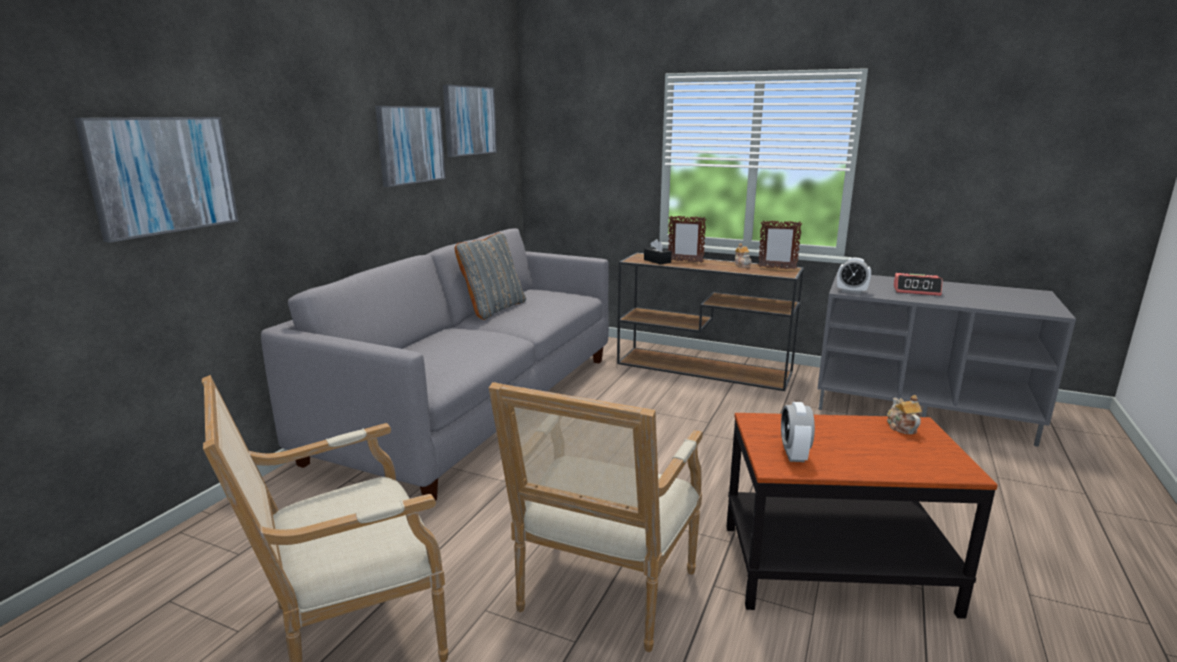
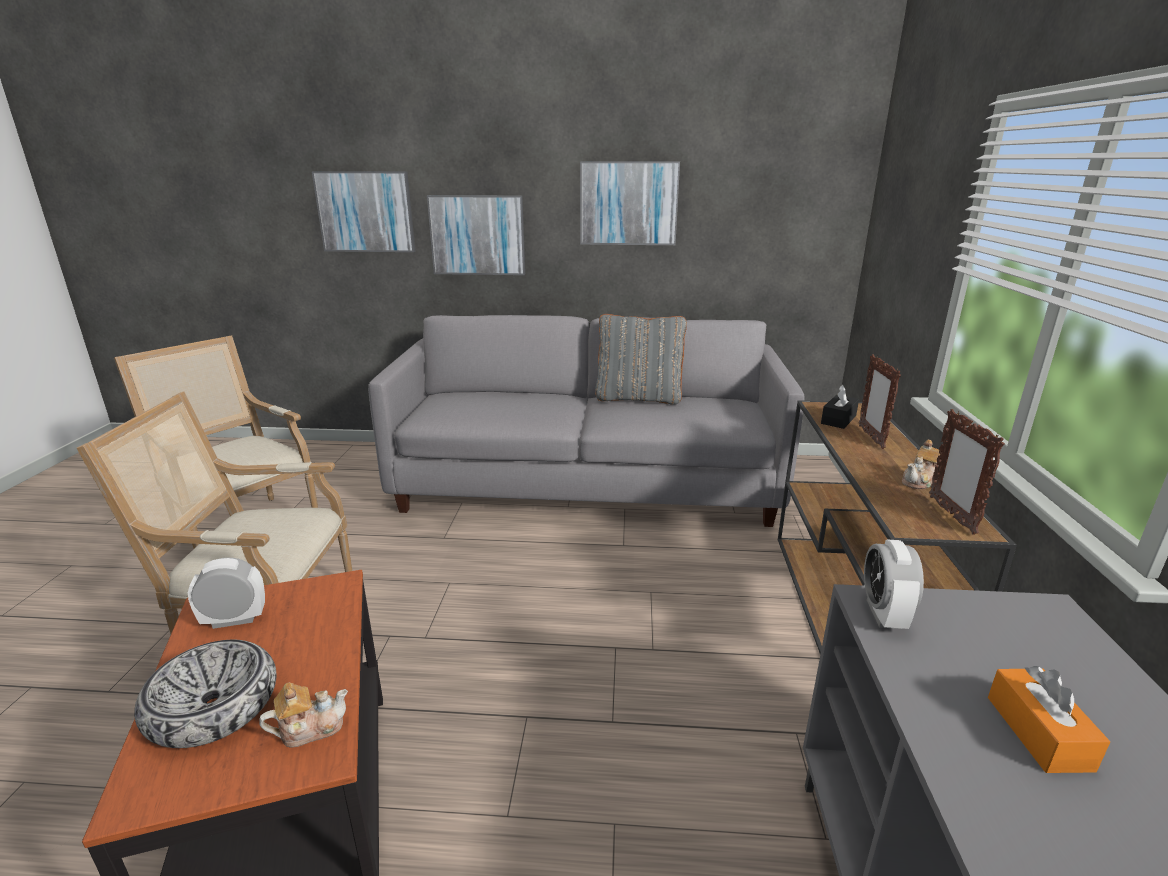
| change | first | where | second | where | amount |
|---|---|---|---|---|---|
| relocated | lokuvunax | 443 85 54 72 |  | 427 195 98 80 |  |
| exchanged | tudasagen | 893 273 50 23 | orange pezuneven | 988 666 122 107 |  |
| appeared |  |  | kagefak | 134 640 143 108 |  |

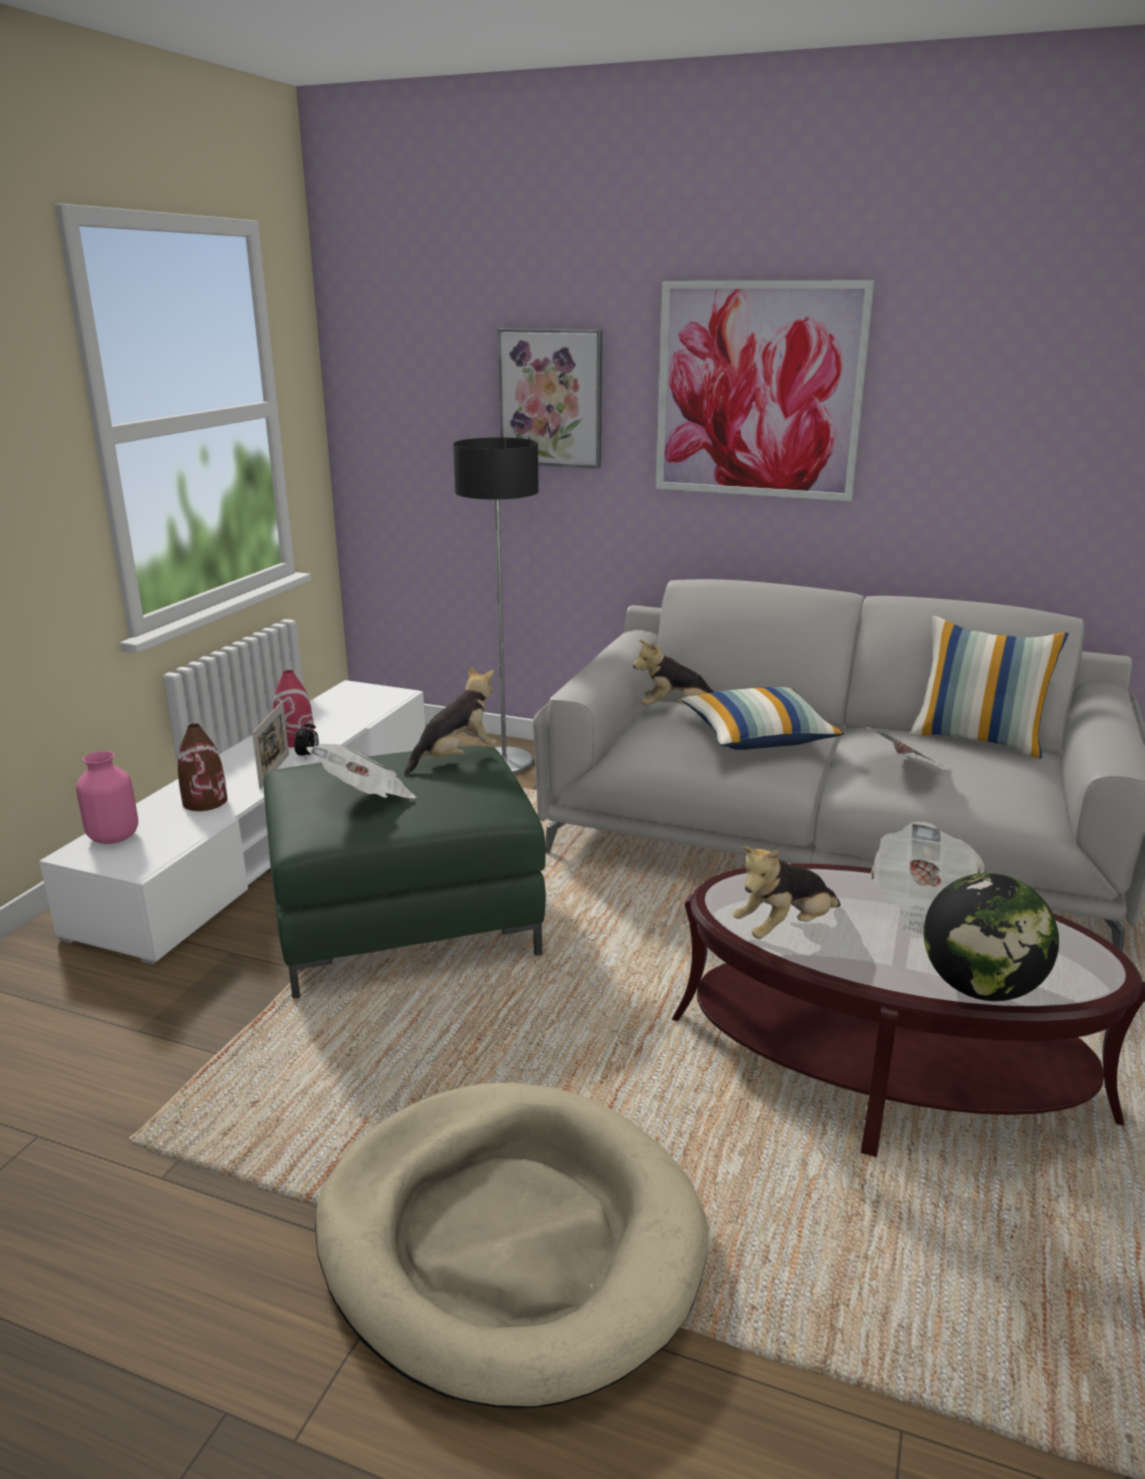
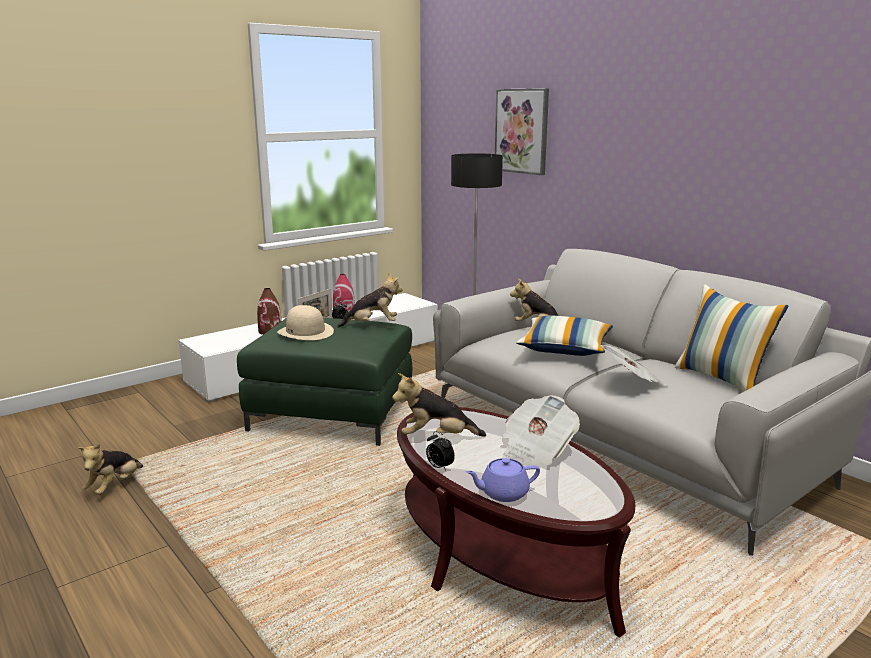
| change | first | where | second | where | amount |
|---|---|---|---|---|---|
| missing | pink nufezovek | 76 751 62 93 |  |  |  |
| exchanged | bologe | 307 744 109 54 | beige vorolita | 277 305 57 35 |  |
| missing | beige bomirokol | 315 1082 394 327 |  |  |  |
| missing | lokuvunax | 656 281 218 220 |  |  |  |
| exchanged | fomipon | 924 873 135 128 | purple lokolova | 466 458 74 44 |  |
| appeared |  |  | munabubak | 78 443 65 52 |  |
| appeared |  |  | tudasagen | 426 431 29 40 |  |

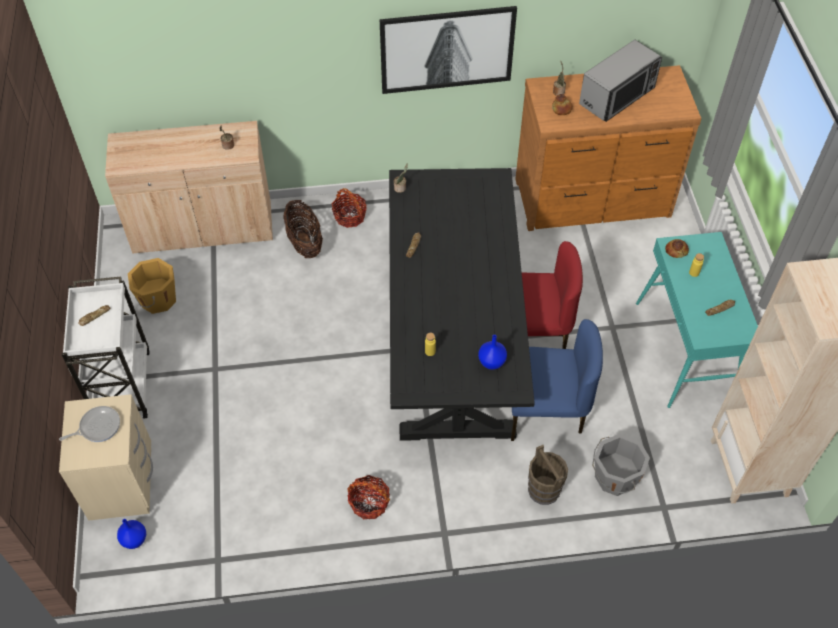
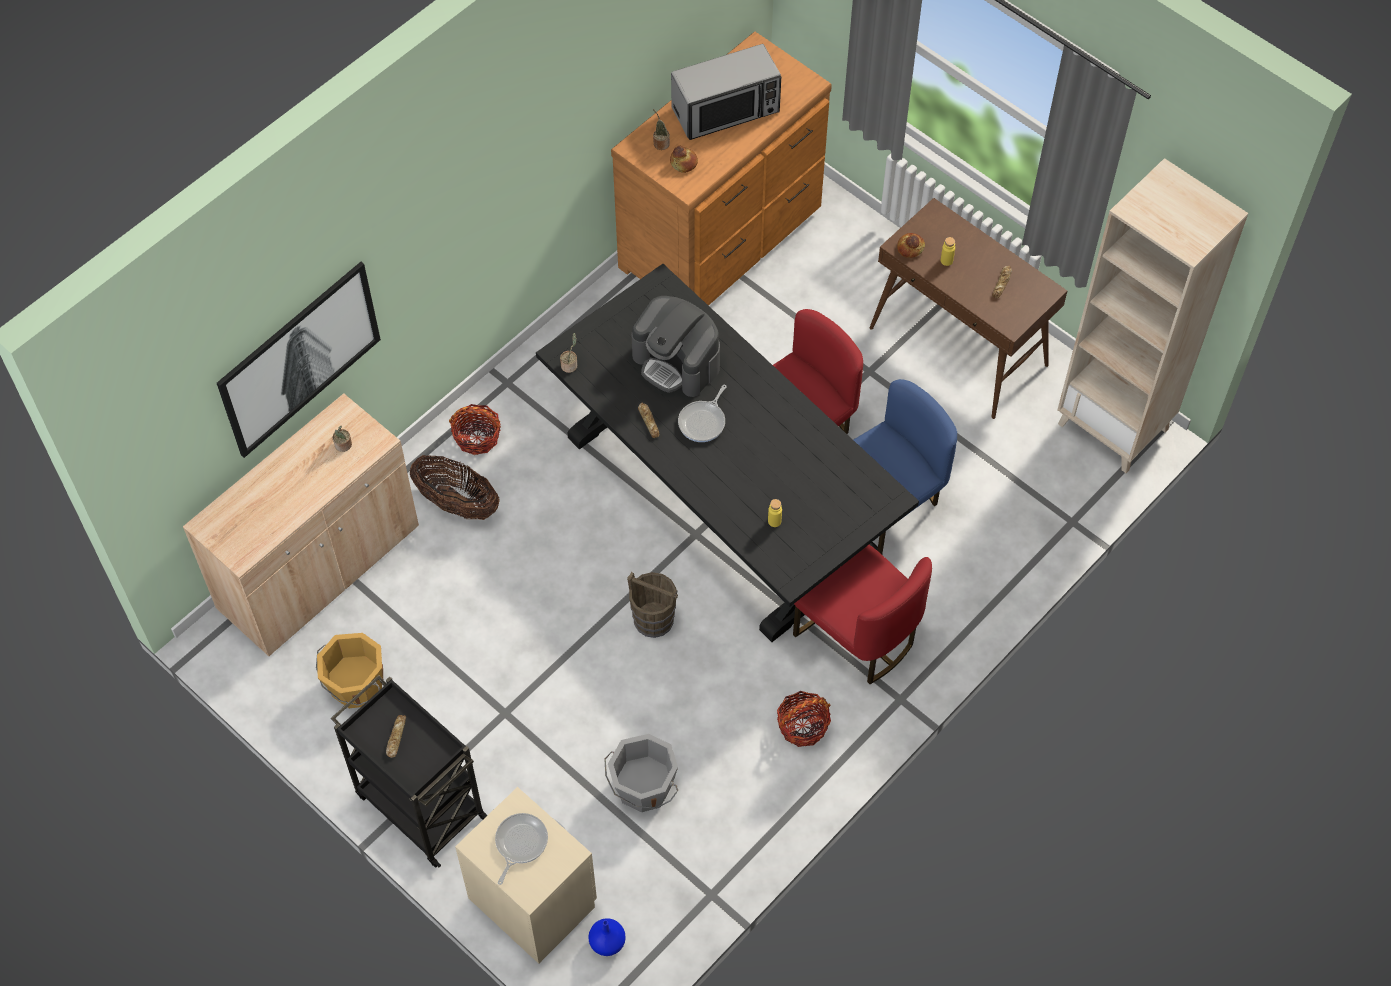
| change | first | where | second | where | amount |
|---|---|---|---|---|---|
| colour | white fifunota | 62 276 88 143 | black fifunota | 331 675 156 193 |  |
| relocated | lokuvunax | 380 6 137 88 |  | 217 262 164 196 |  |
| missing | blue nufezovek | 478 335 29 35 |  |  |  |
| relocated | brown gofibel | 528 445 40 60 |  | 627 572 51 66 |  |
| spun | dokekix | 579 40 83 82 |  | 671 44 110 96 | 60 degrees clockwise |
| relocated | grey gofibel | 592 434 58 62 |  | 604 734 74 78 |  |
| colour | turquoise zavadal | 636 232 122 176 | brown zavadal | 870 198 197 221 |  |
| appeared |  |  | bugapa | 632 296 88 101 |  |
| appeared |  |  | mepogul | 678 385 48 57 |  |
| appeared |  |  | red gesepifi | 793 545 139 139 |  |

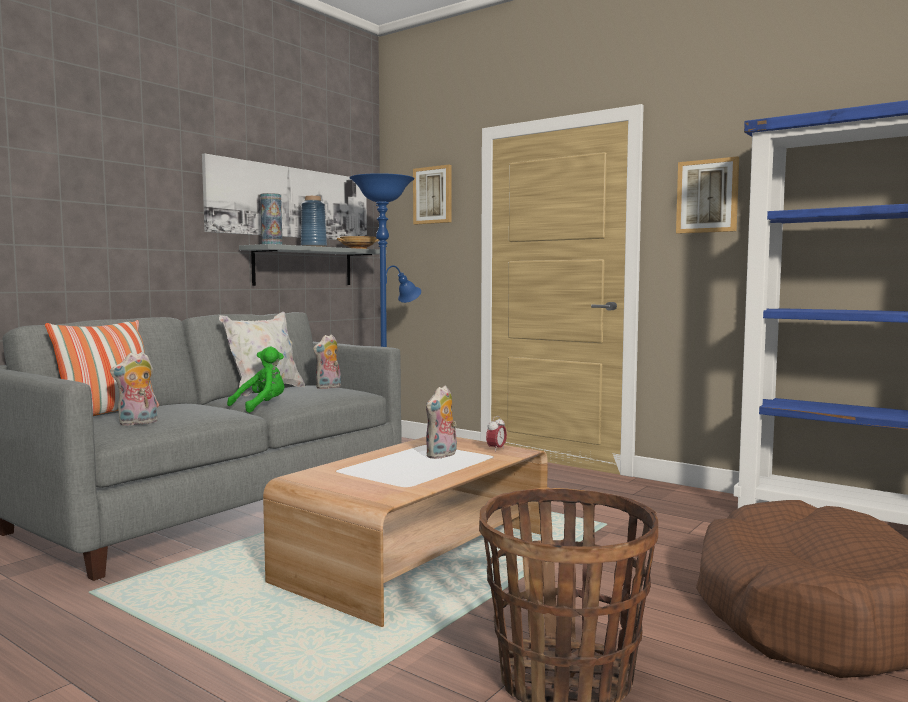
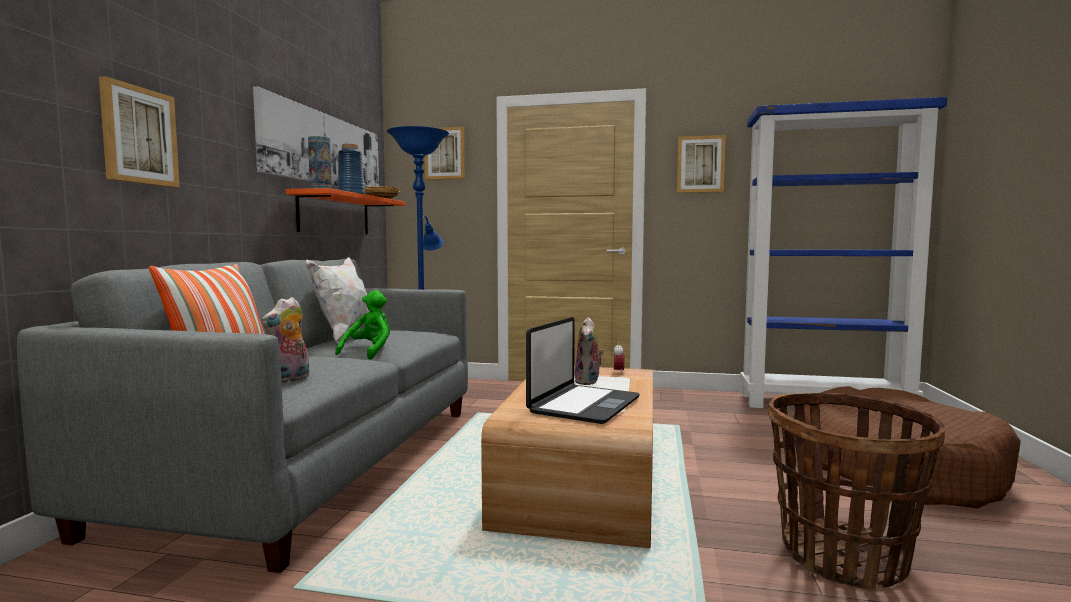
| change | first | where | second | where | amount |
|---|---|---|---|---|---|
| colour | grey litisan | 239 244 148 42 | orange litisan | 286 188 120 47 |  |
| missing | munabubak | 313 334 28 55 |  |  |  |
| appeared |  |  | lokuvunax | 99 76 81 112 |  |
| appeared |  |  | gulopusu | 526 317 114 107 |  |

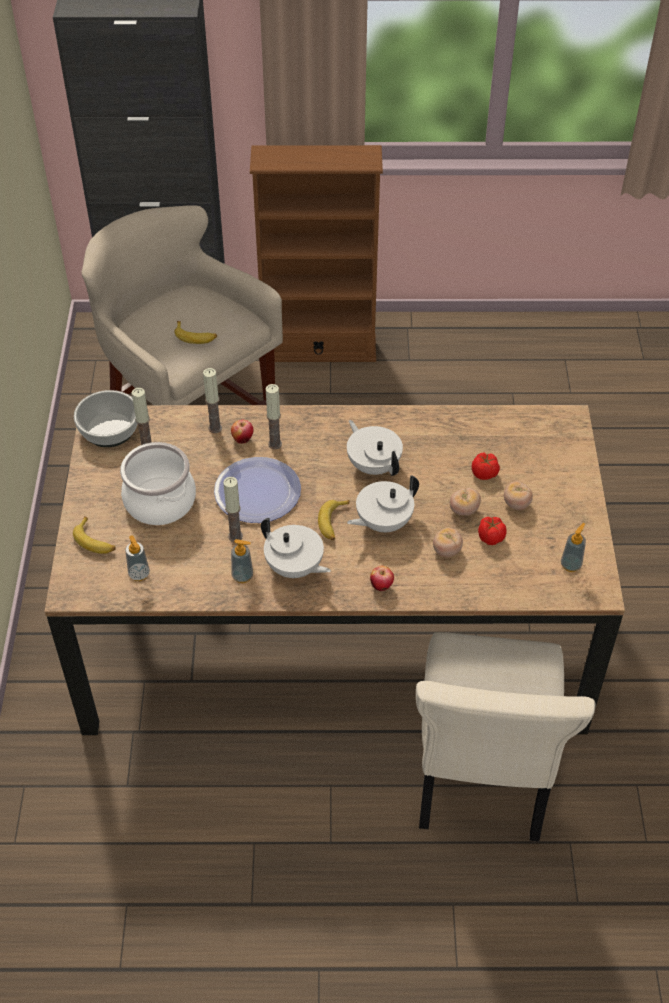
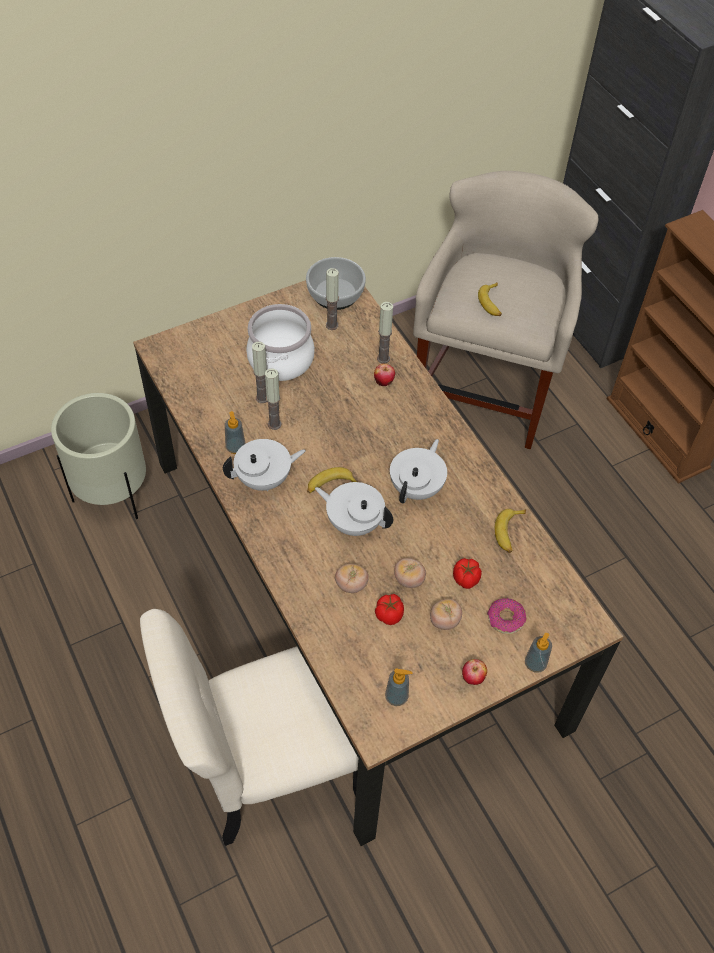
| change | first | where | second | where | amount |
|---|---|---|---|---|---|
| relocated | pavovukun | 73 516 42 38 |  | 495 509 31 44 |  |
| relocated | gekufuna | 125 536 25 45 |  | 525 633 27 39 |  |
| missing | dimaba | 214 457 87 66 |  |  |  |
| spun | white lokolova | 261 518 70 60 |  | 223 439 83 52 | 120 degrees counterclockwise |
| relocated | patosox | 266 384 16 65 |  | 252 342 15 61 |  |
| relocated | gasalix | 370 566 24 25 |  | 462 659 25 26 |  |
| appeared |  |  | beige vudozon | 51 393 95 126 |  |
| appeared |  |  | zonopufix | 487 598 40 36 |  |

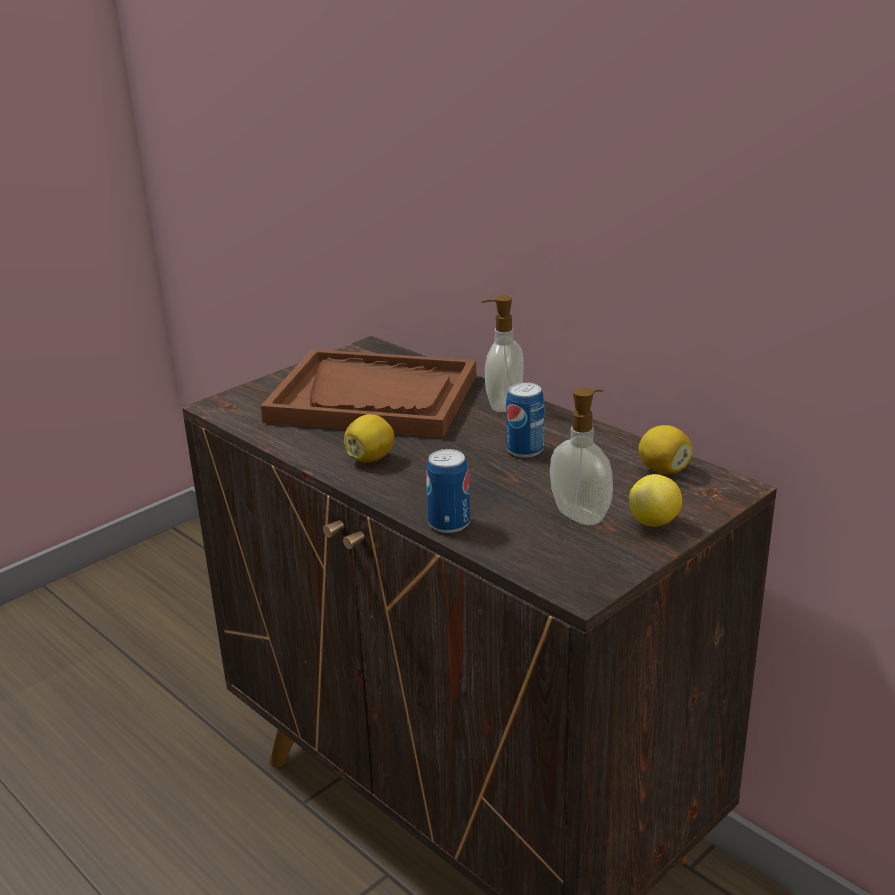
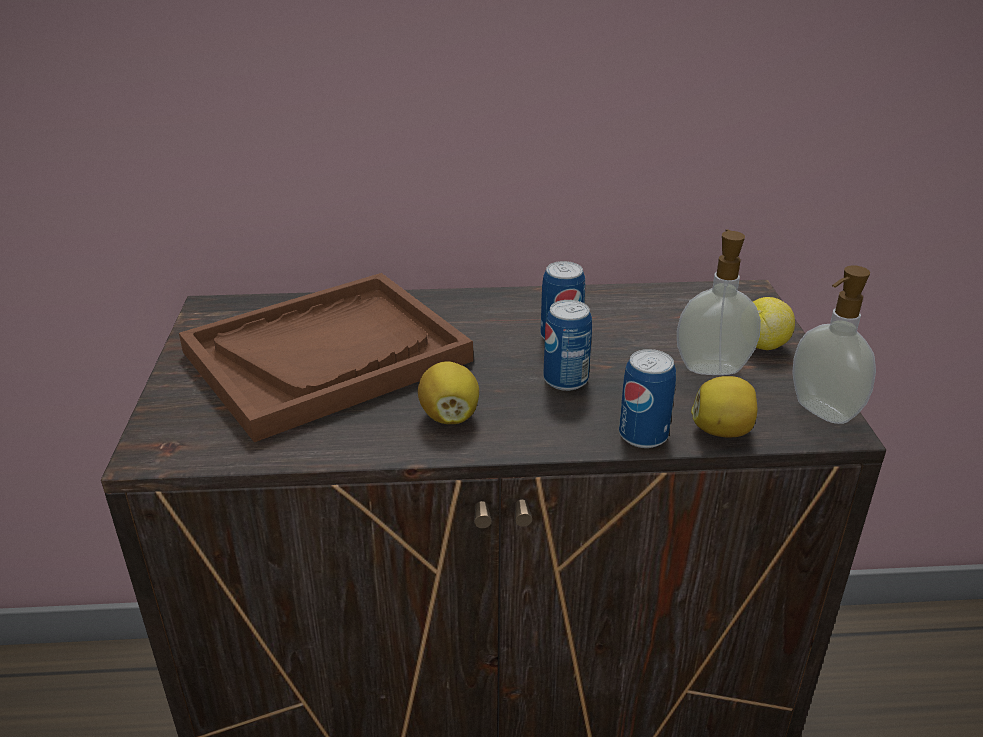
| change | first | where | second | where | amount |
|---|---|---|---|---|---|
| relocated | gekufuna | 482 295 42 117 |  | 792 266 84 158 |  |
| relocated | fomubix | 638 425 55 49 |  | 691 376 67 62 |  |
| appeared |  |  | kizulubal | 543 300 49 91 |  |

